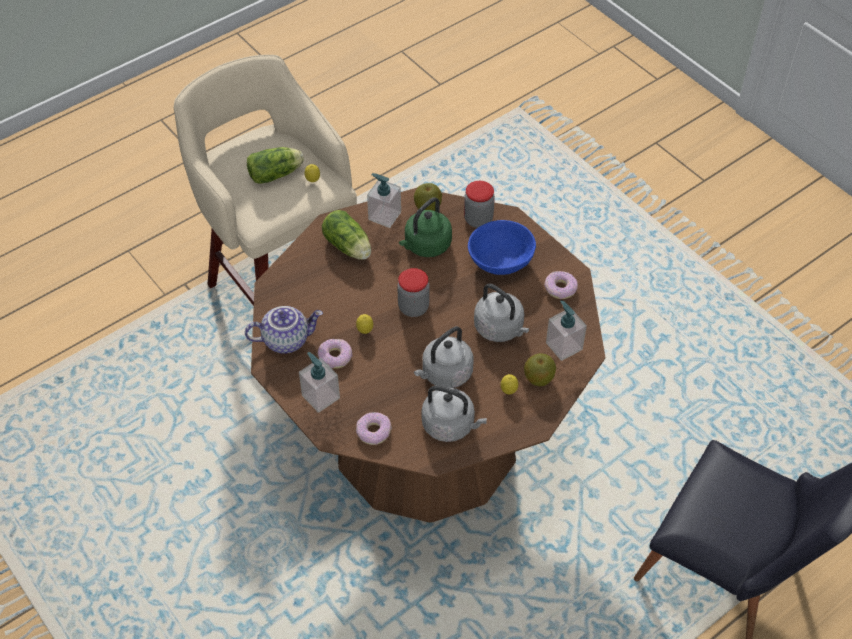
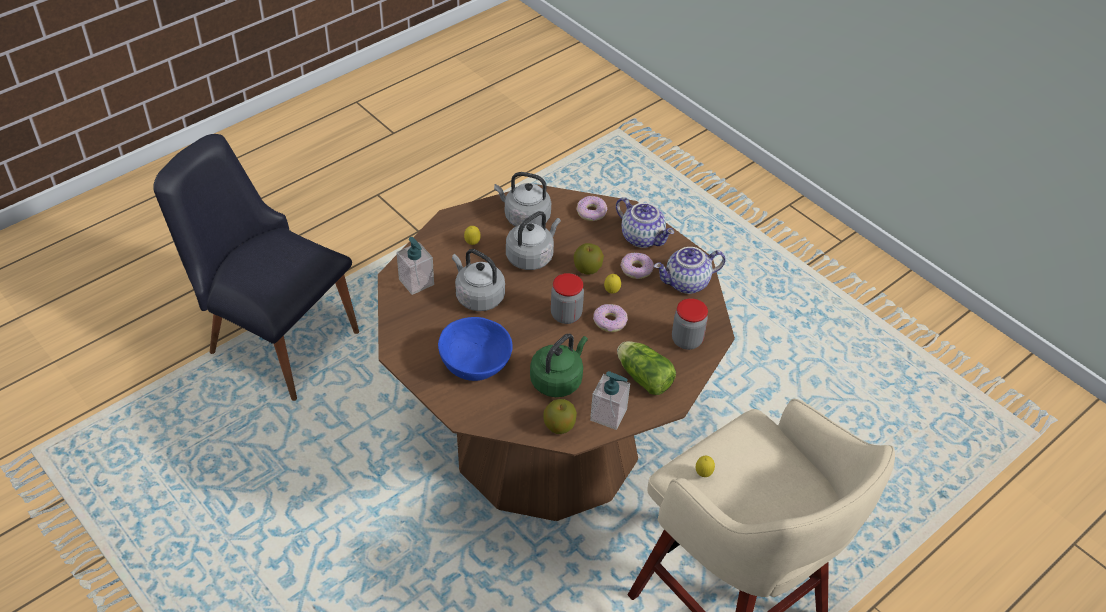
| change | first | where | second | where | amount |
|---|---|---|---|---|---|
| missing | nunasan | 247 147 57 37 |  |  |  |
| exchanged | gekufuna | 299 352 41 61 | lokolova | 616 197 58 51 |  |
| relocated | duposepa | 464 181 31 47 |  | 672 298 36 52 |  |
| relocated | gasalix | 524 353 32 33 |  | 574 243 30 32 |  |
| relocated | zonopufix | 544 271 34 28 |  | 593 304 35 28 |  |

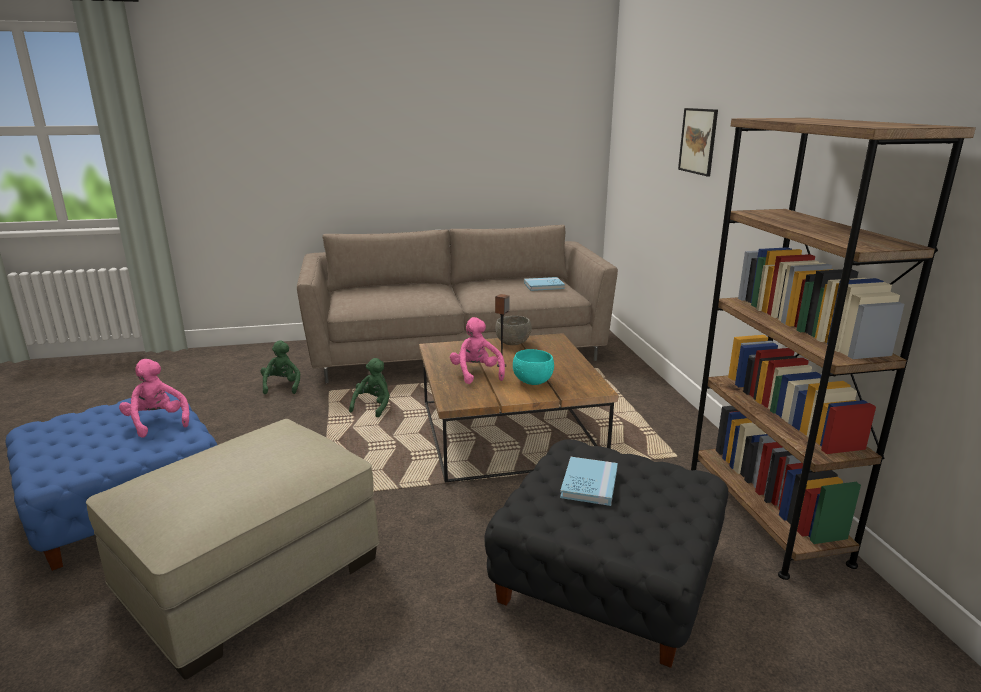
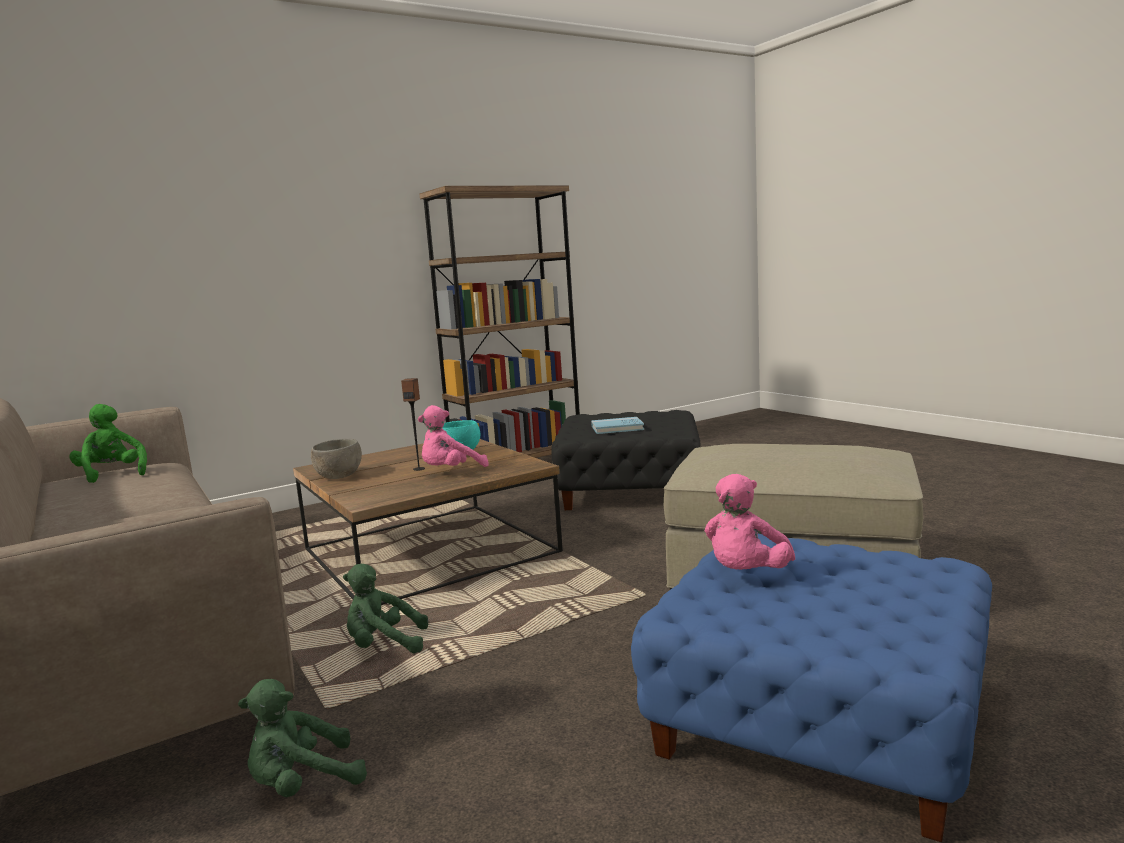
| change | first | where | second | where | amount |
|---|---|---|---|---|---|
| exchanged | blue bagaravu | 524 277 41 14 | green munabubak | 69 404 78 79 |  |
| missing | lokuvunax | 678 108 40 69 |  |  |  |

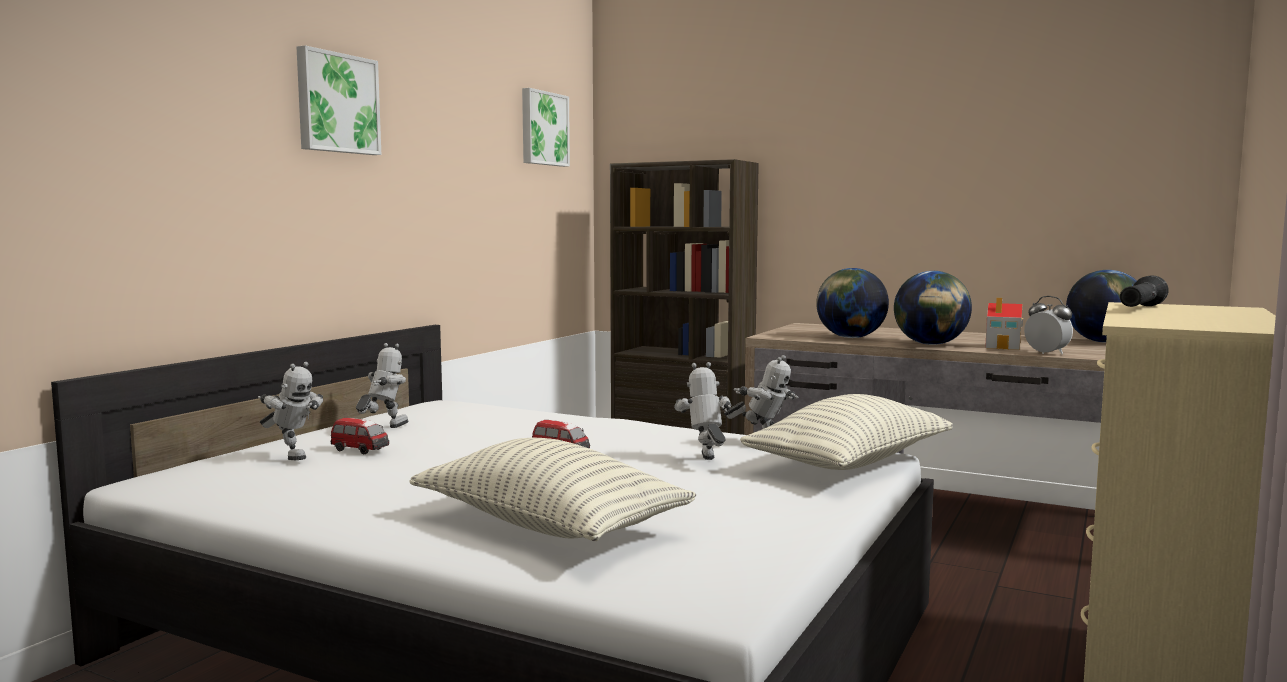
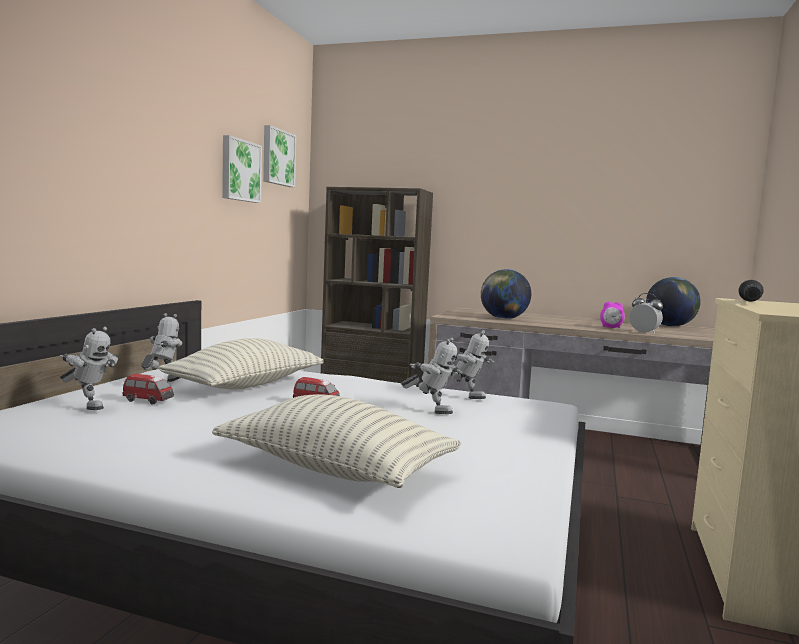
| change | first | where | second | where | amount |
|---|---|---|---|---|---|
| relocated | lokuvunax | 296 45 85 110 |  | 222 135 40 68 |  |
| spun | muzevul | 674 362 57 98 |  | 401 338 62 76 | 135 degrees clockwise |
| relocated | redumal | 740 394 213 76 |  | 159 338 165 52 |  |
| missing | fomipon | 894 271 78 74 |  |  |  |
| exchanged | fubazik | 985 297 38 53 | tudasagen | 600 302 25 26 |  |

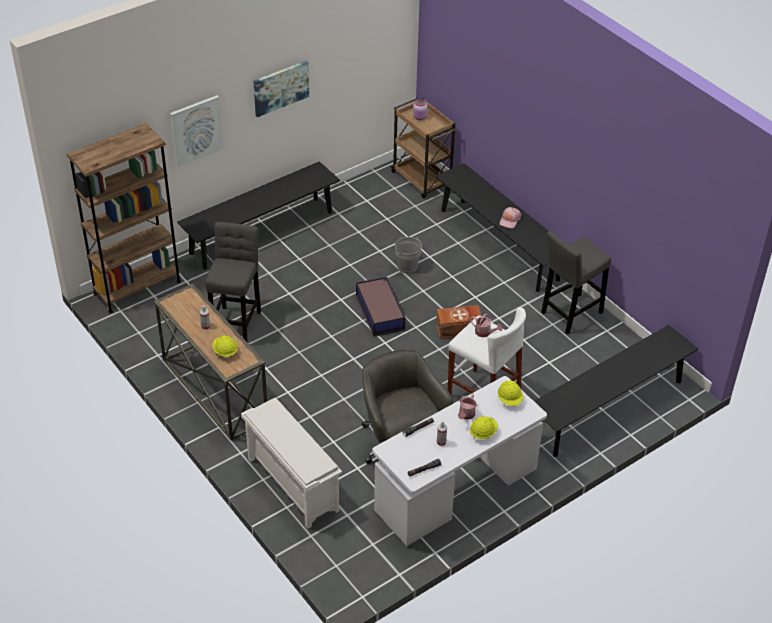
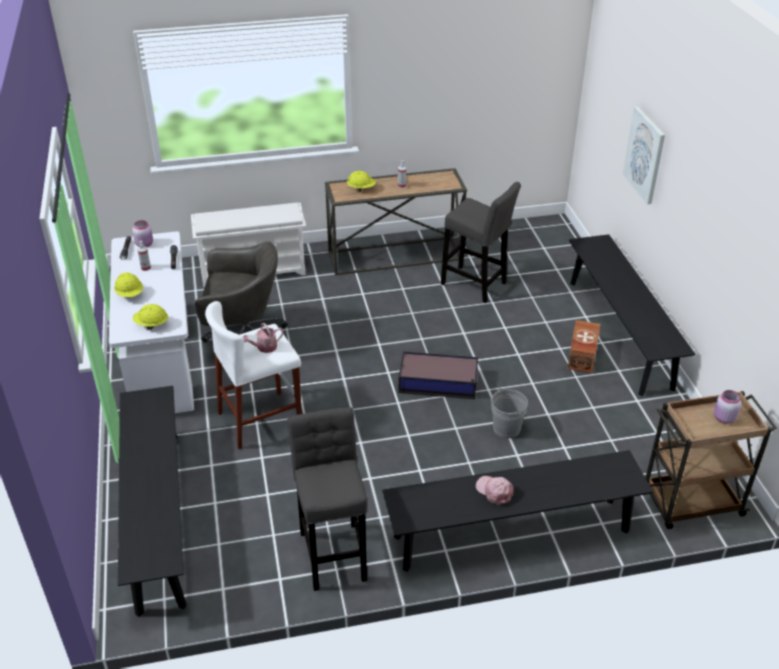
| change | first | where | second | where | amount |
|---|---|---|---|---|---|
| missing | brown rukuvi | 67 123 114 190 |  |  |  |
| missing | lokuvunax | 253 61 56 56 |  |  |  |
| relocated | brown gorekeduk | 436 305 46 34 |  | 568 320 32 53 |  |
| missing | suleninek | 458 394 19 26 |  |  |  |
| appeared |  |  | pink duposepa | 132 220 21 27 |  |

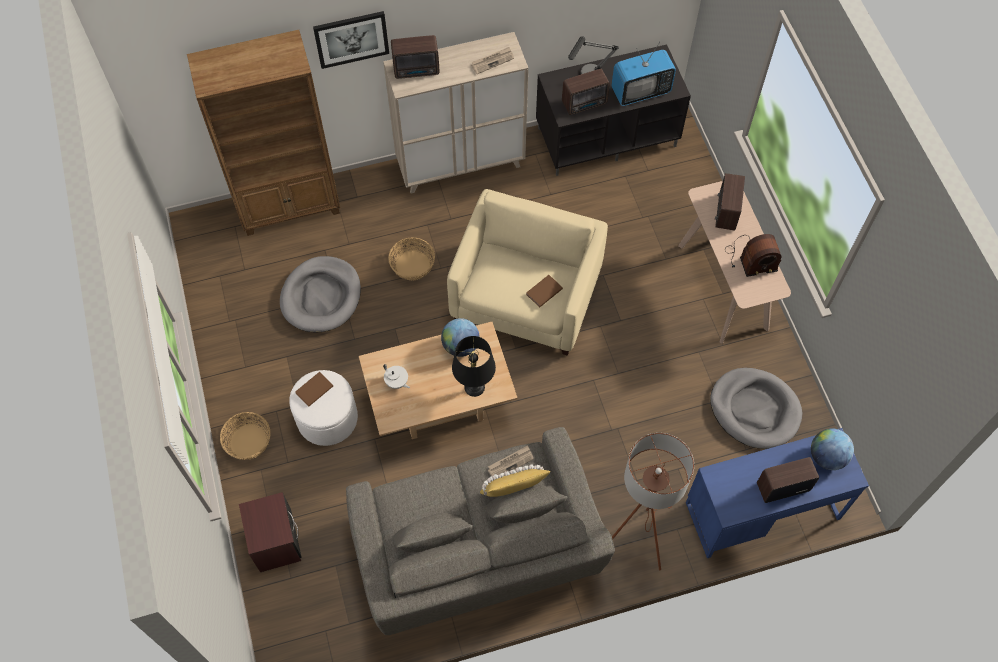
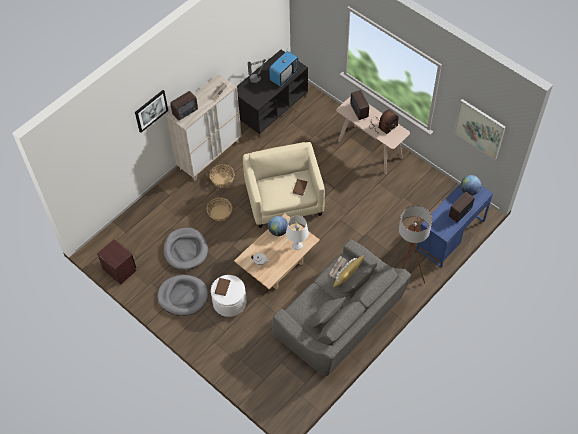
| change | first | where | second | where | amount |
|---|---|---|---|---|---|
| missing | brown rukuvi | 187 30 153 206 |  |  |  |
| relocated | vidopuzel | 220 412 51 48 |  | 209 164 26 23 |  |
| relocated | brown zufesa | 239 492 63 80 |  | 97 240 39 45 |  |
| colour | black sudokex | 452 336 44 61 | white sudokex | 286 215 23 35 |  |
| missing | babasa | 562 69 48 46 |  |  |  |
| relocated | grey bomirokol | 710 368 92 81 |  | 157 275 51 41 |  |
| appeared |  |  | lokuvunax | 454 99 52 61 |  |

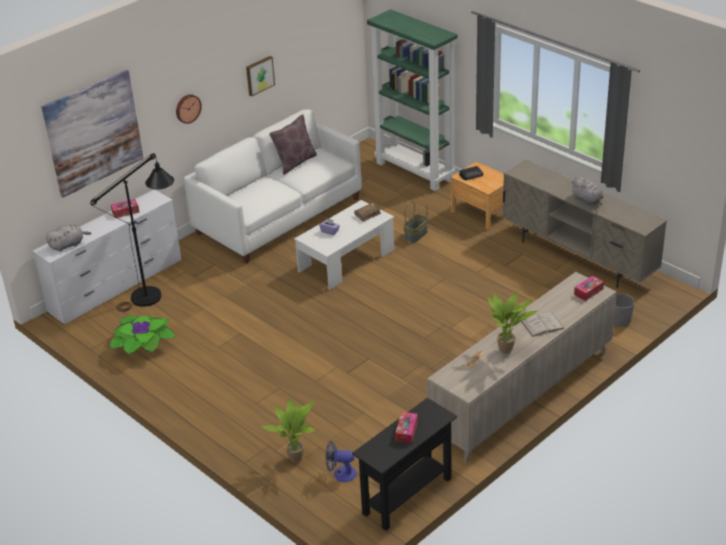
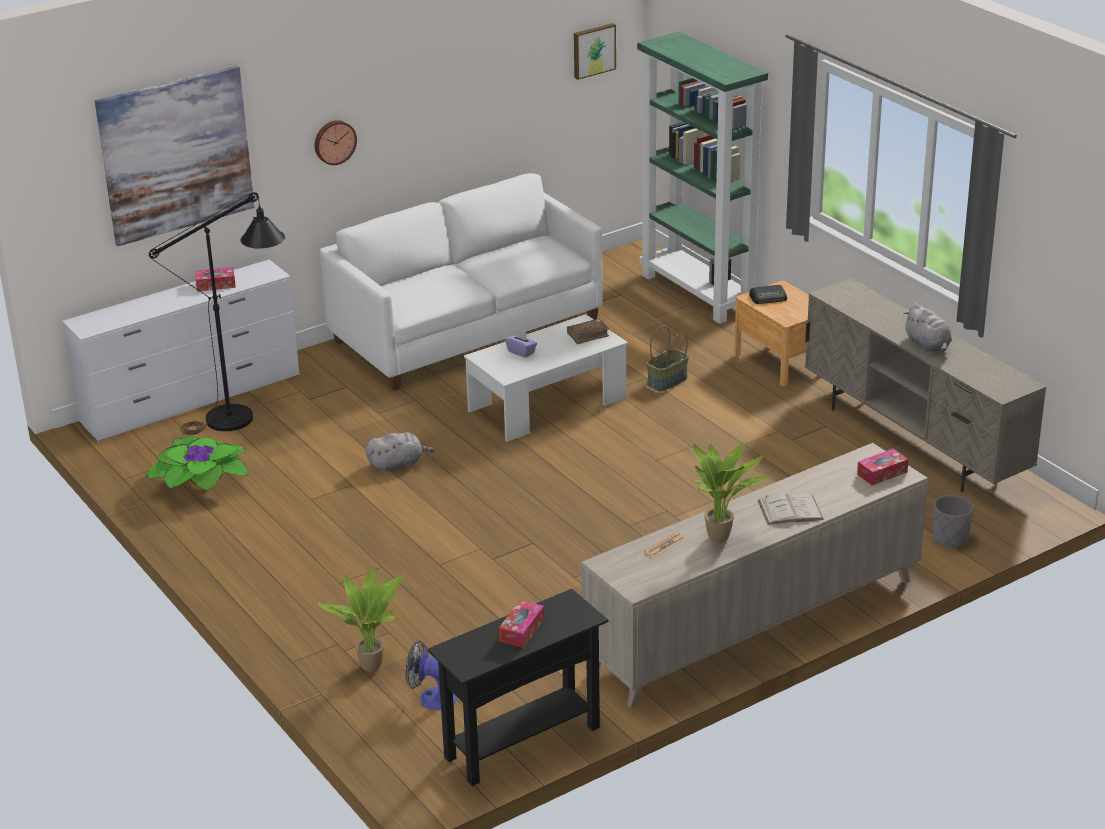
| change | first | where | second | where | amount |
|---|---|---|---|---|---|
| relocated | grey munabubak | 46 224 45 28 |  | 365 432 70 40 |  |
| relocated | lokuvunax | 246 56 29 40 |  | 574 23 42 57 |  |
| missing | brown redumal | 269 114 48 61 |  |  |  |

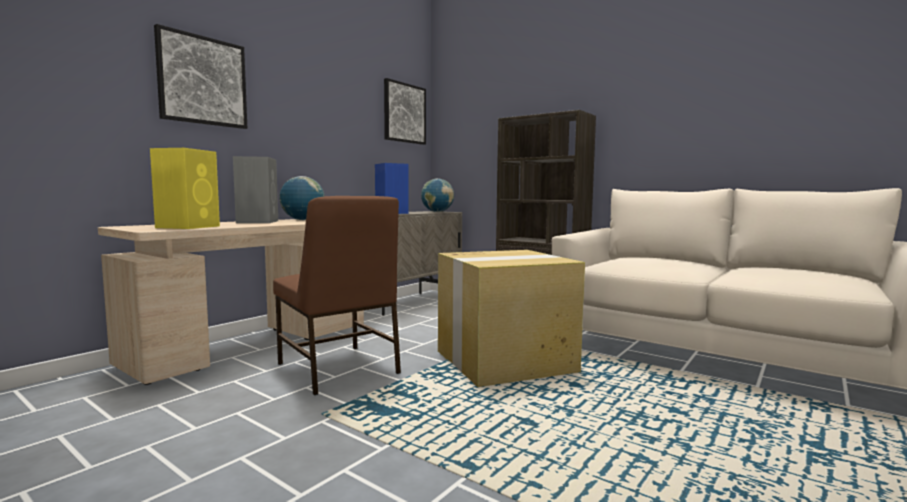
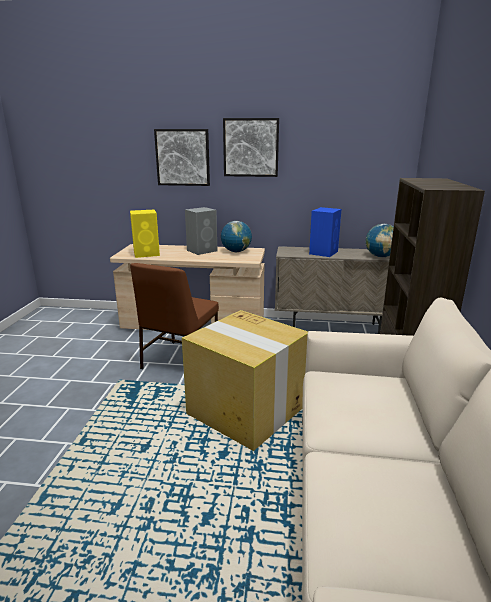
| change | first | where | second | where | amount |
|---|---|---|---|---|---|
| relocated | lokuvunax | 384 78 42 67 |  | 223 118 56 59 |  |

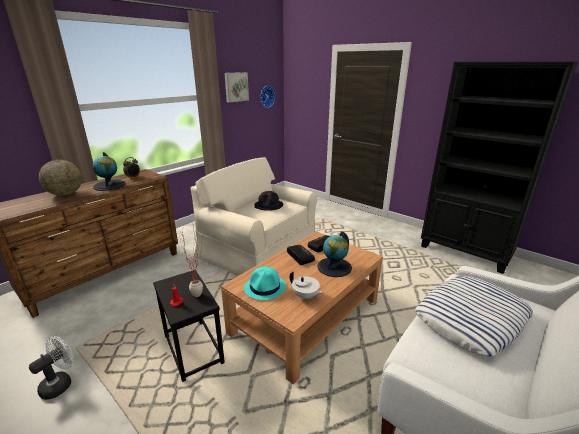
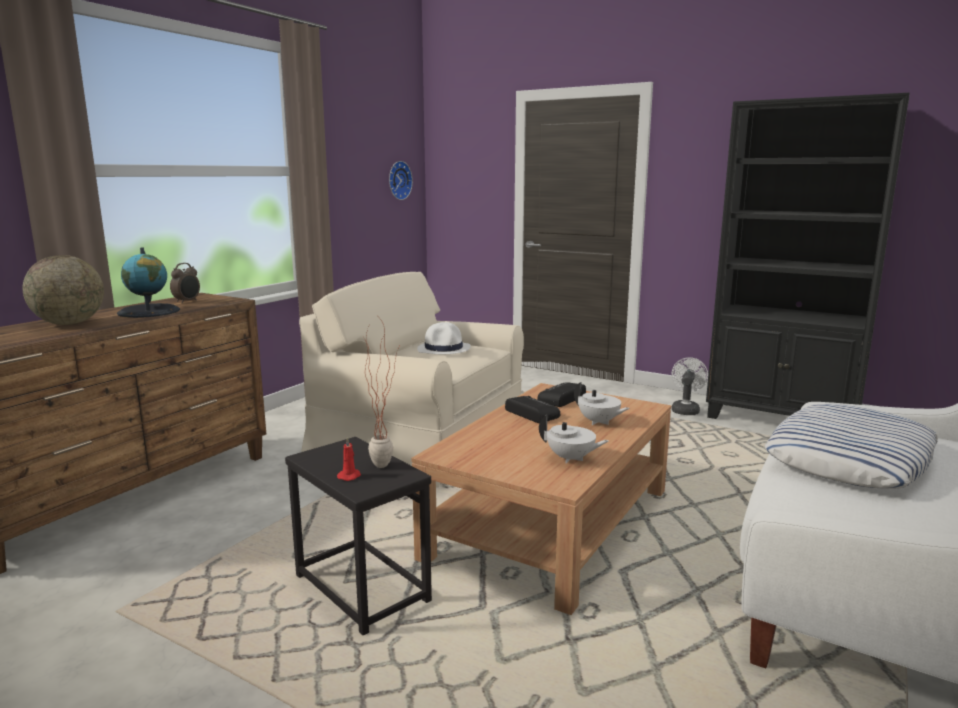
| change | first | where | second | where | amount |
|---|---|---|---|---|---|
| relocated | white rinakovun | 29 336 45 64 |  | 672 357 36 58 |  |
| missing | lokuvunax | 224 72 25 31 |  |  |  |
| missing | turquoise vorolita | 244 267 42 33 |  |  |  |
| colour | black vorolita | 254 191 29 20 | white vorolita | 417 322 54 32 |  |
| exchanged | fomipon | 317 231 35 46 | white lokolova | 574 382 55 43 |  |

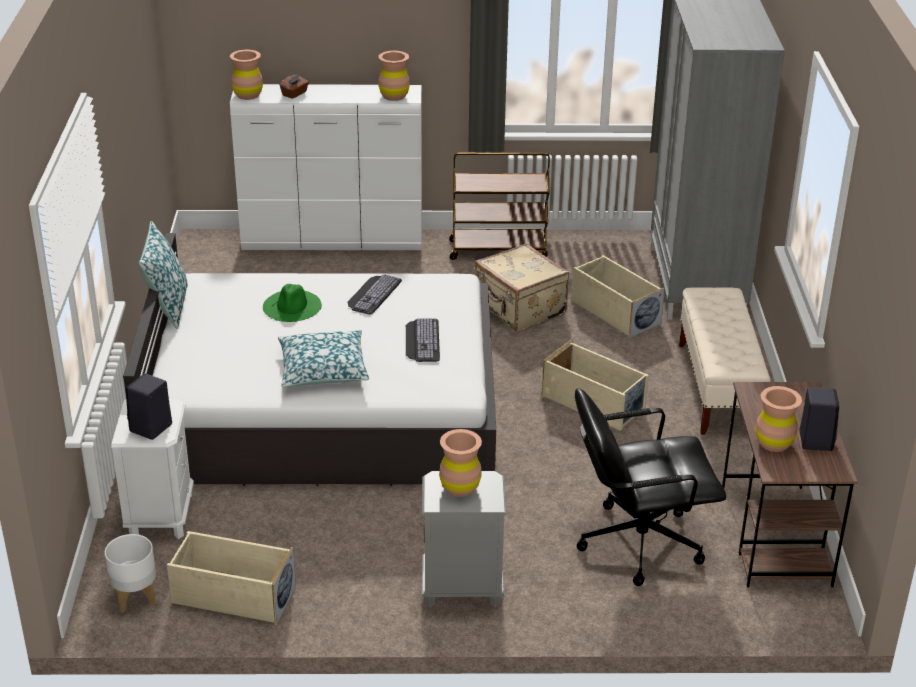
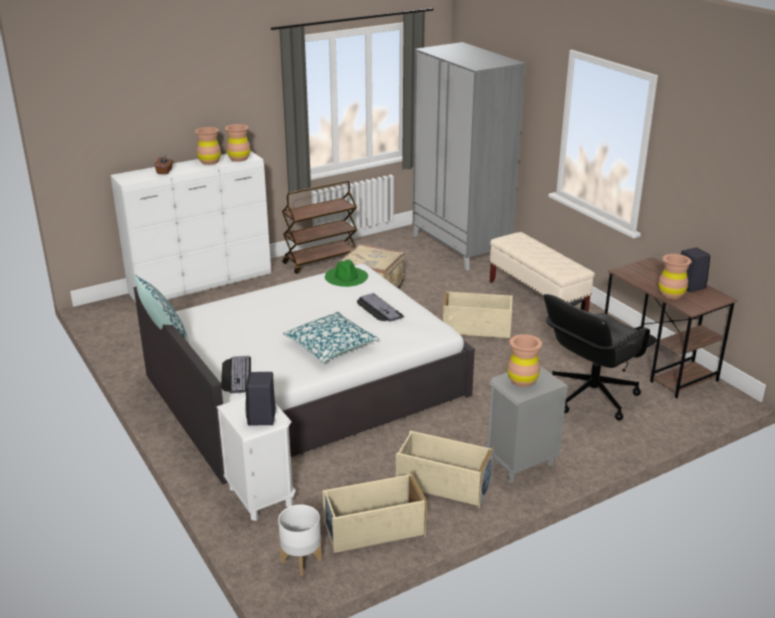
| change | first | where | second | where | amount |
|---|---|---|---|---|---|
| relocated | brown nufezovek | 230 50 33 50 |  | 195 127 26 38 |  |
| relocated | green vorolita | 263 284 59 38 |  | 325 260 43 27 |  |
| relocated | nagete | 347 274 55 40 |  | 221 356 30 37 |  |
| relocated | beige gorekeduk | 572 255 93 83 |  | 396 431 98 77 |  |

